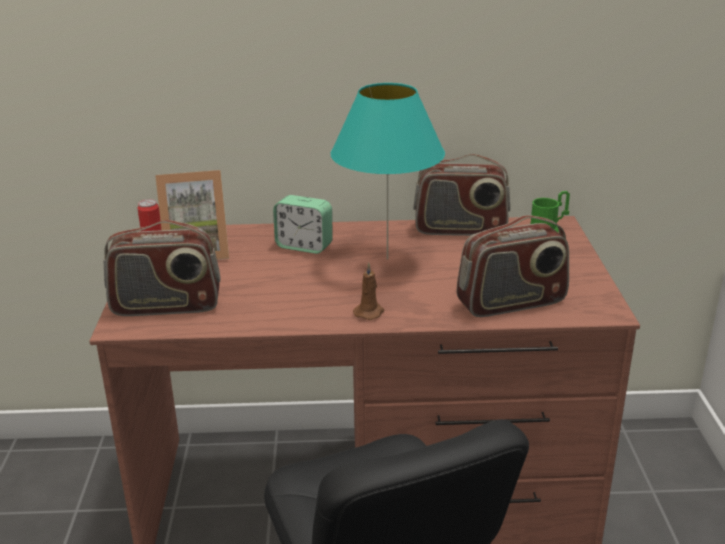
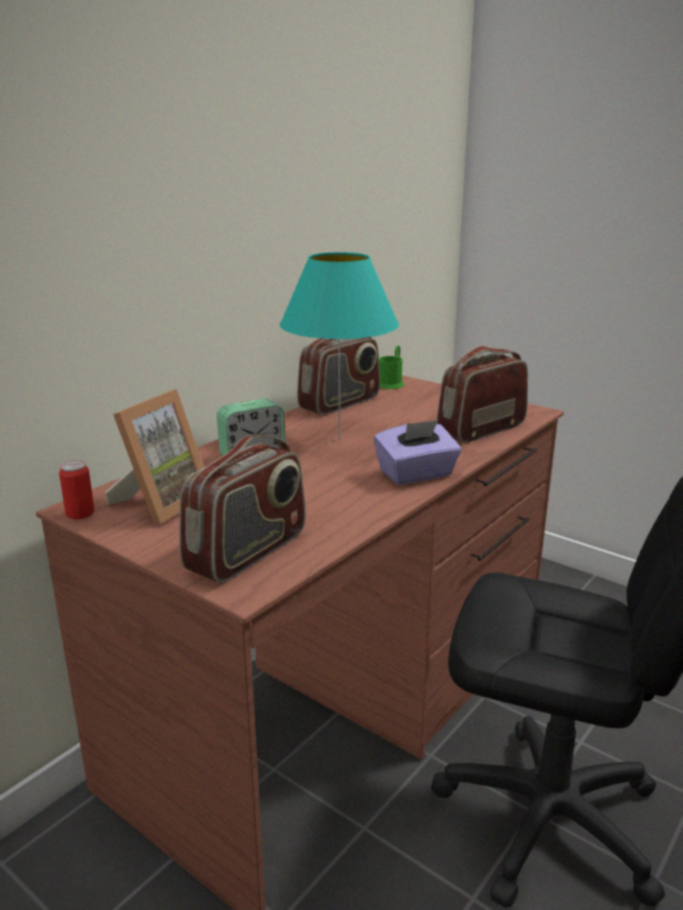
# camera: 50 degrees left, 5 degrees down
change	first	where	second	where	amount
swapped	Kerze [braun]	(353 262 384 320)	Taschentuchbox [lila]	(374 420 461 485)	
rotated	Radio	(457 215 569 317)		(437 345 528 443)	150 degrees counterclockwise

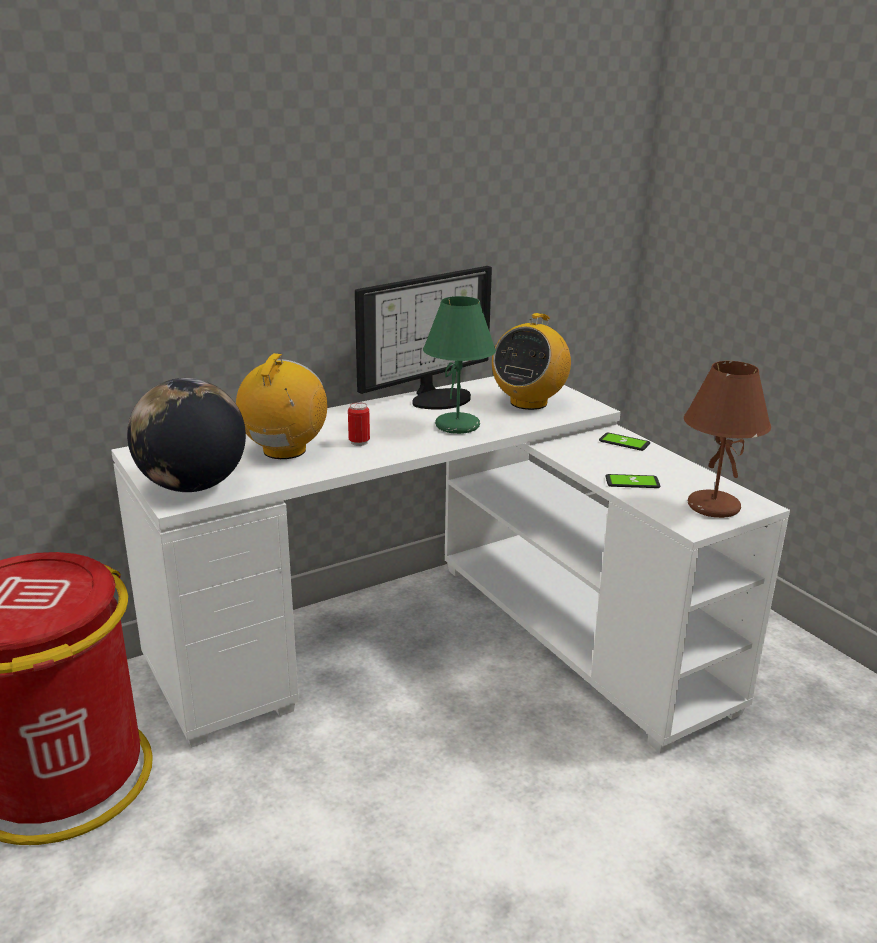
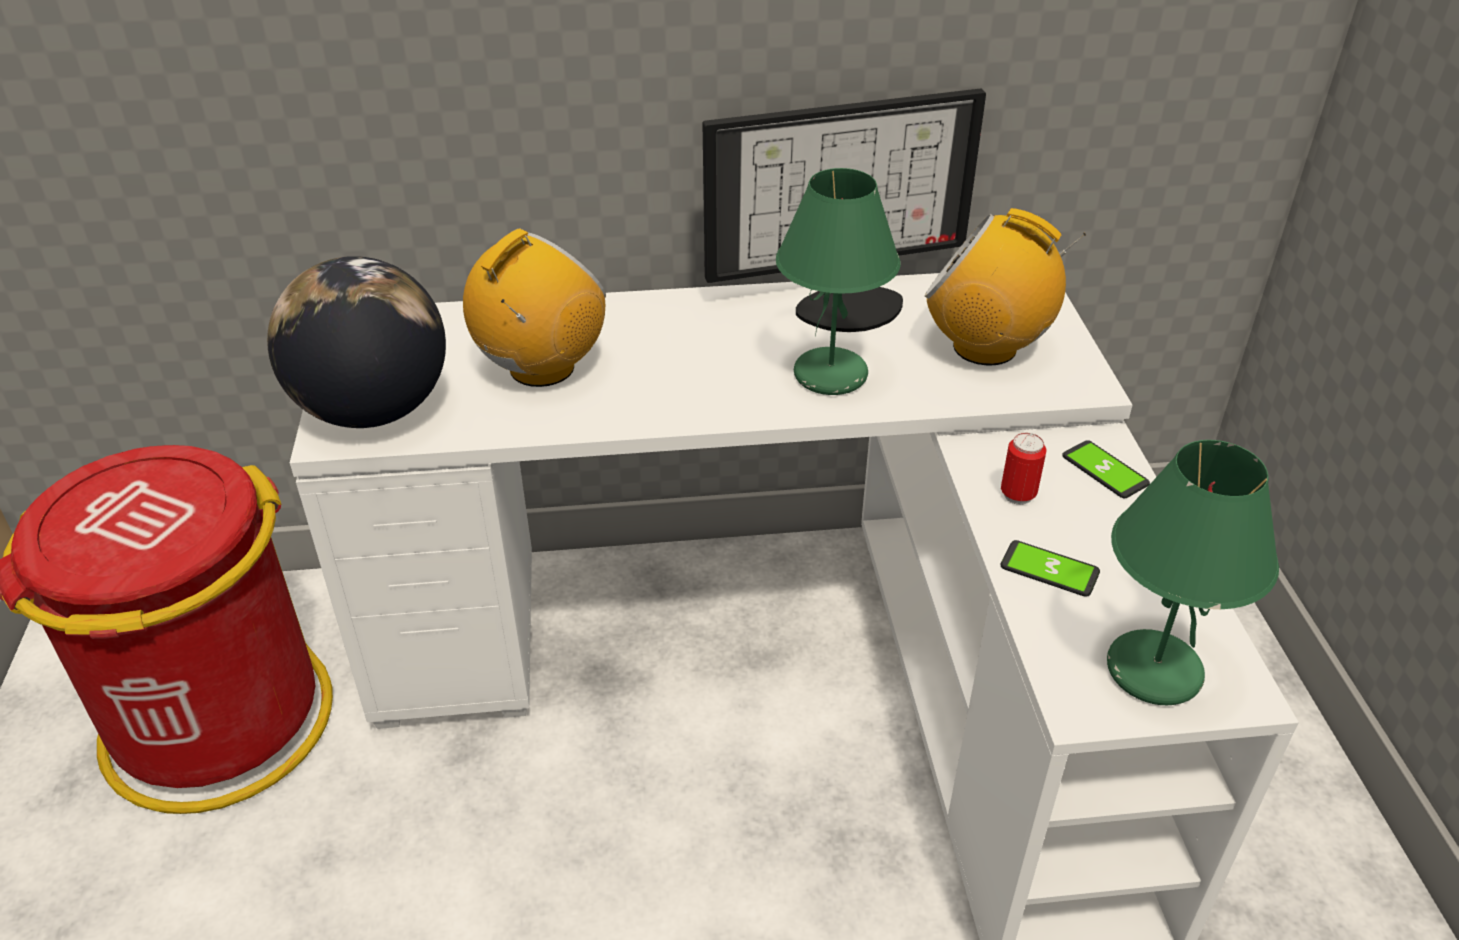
# camera: 25 degrees right, 15 degrees up
change	first	where	second	where	amount
rotated	Radio	(492 313 571 410)		(924 208 1086 366)	60 degrees clockwise
shifted	Dose	(348 402 370 446)		(1001 433 1046 505)	
repainted	Tischlampe [braun]	(684 361 771 518)	Tischlampe [grün]	(1107 440 1279 705)	

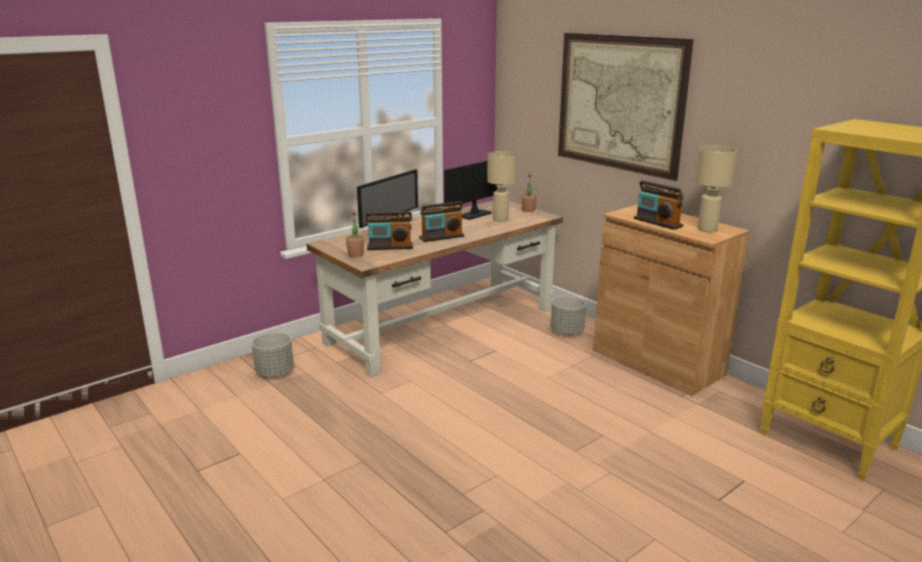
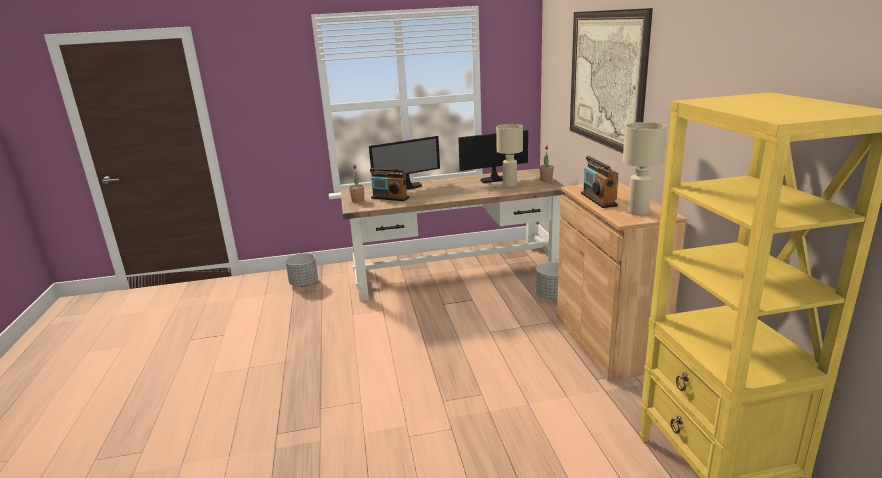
# camera: 30 degrees right, 0 degrees up
change	first	where	second	where	amount
gone	Radio	(419 201 465 242)			

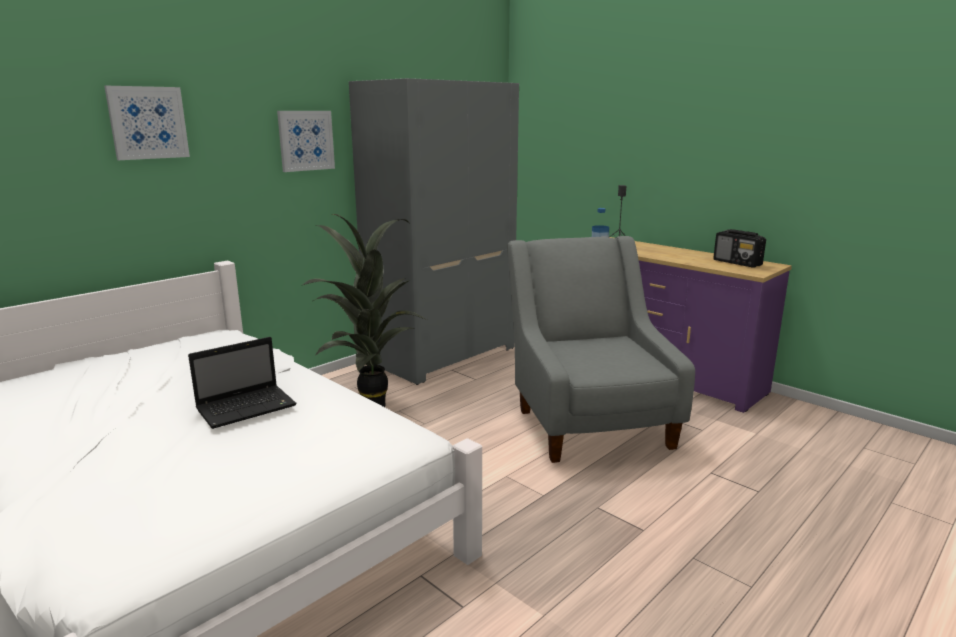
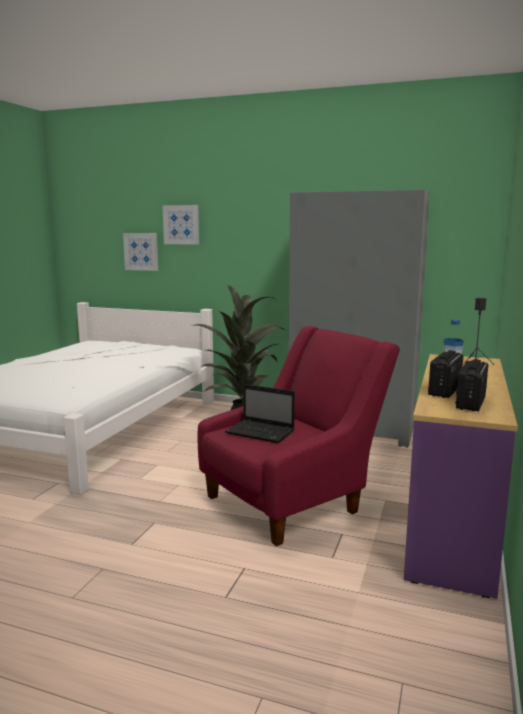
# camera: 65 degrees right, 5 degrees down
change	first	where	second	where	amount
shifted	Bild	(277 111 335 172)		(123 233 158 271)	
repainted	Sessel [grau]	(507 236 695 463)	Sessel [rot]	(198 326 400 546)	
shifted	Laptop	(188 337 297 429)		(225 384 295 443)	
new			Radio	(428 350 463 398)	

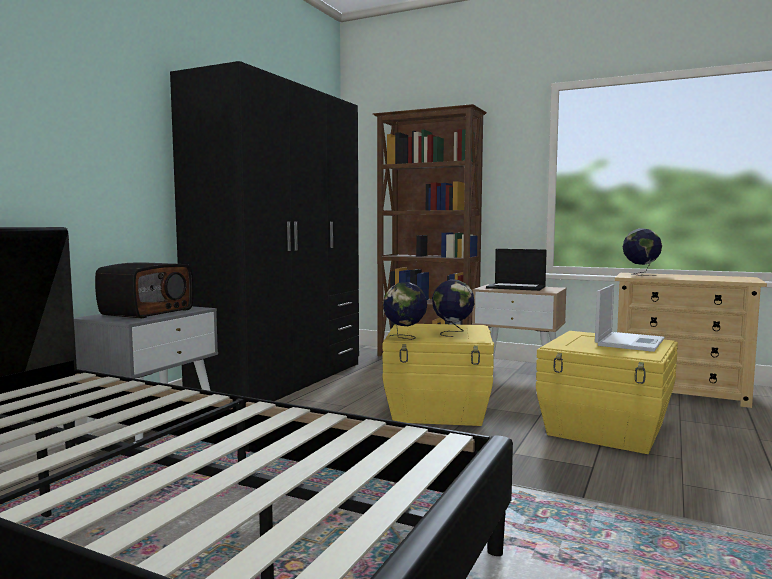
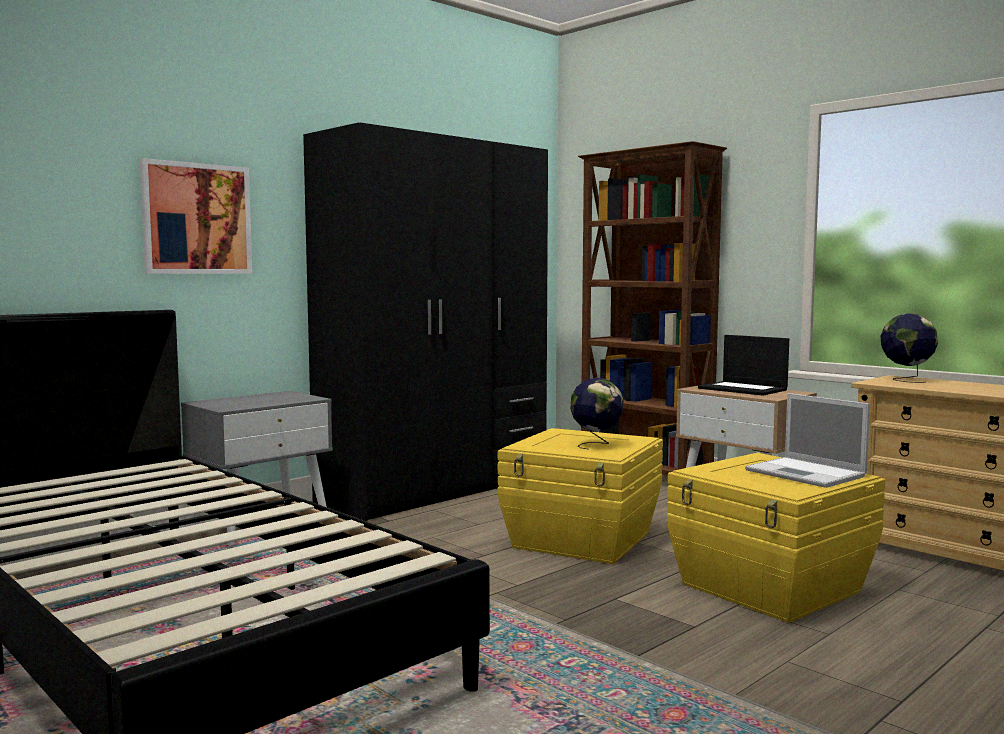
# camera: 20 degrees right, 0 degrees up
change	first	where	second	where	amount
new			Bild	(140 158 252 274)	
rotated	Laptop	(595 284 665 352)		(745 393 870 488)	90 degrees clockwise
gone	Radio	(95 262 194 318)			
gone	Globus	(383 282 427 340)			

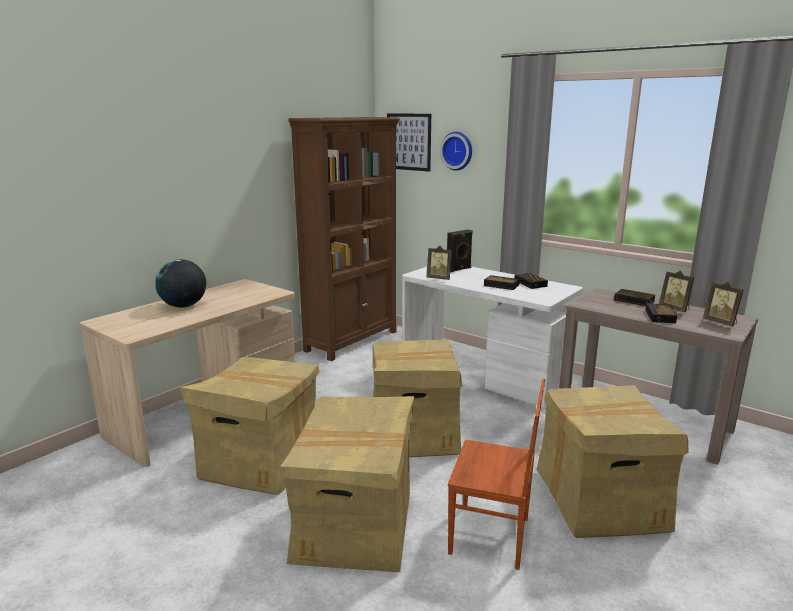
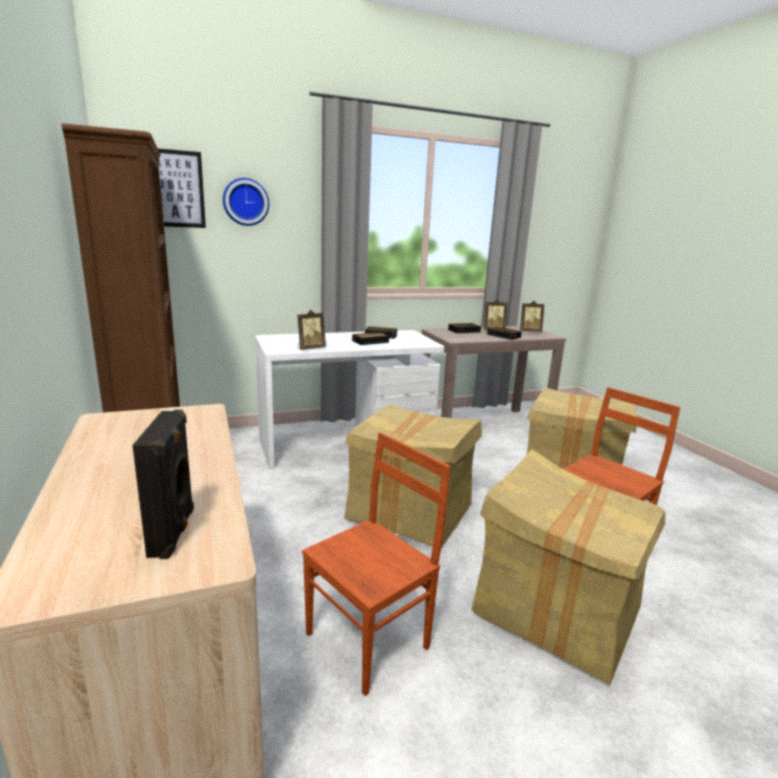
# camera: 60 degrees left, 0 degrees up
change	first	where	second	where	amount
shifted	Lautsprecher [schwarz]	(447 230 473 272)		(132 410 194 559)	
swapped	Karton	(180 357 320 495)	Stuhl [braun]	(302 432 450 696)	
gone	Globus	(155 259 206 308)			

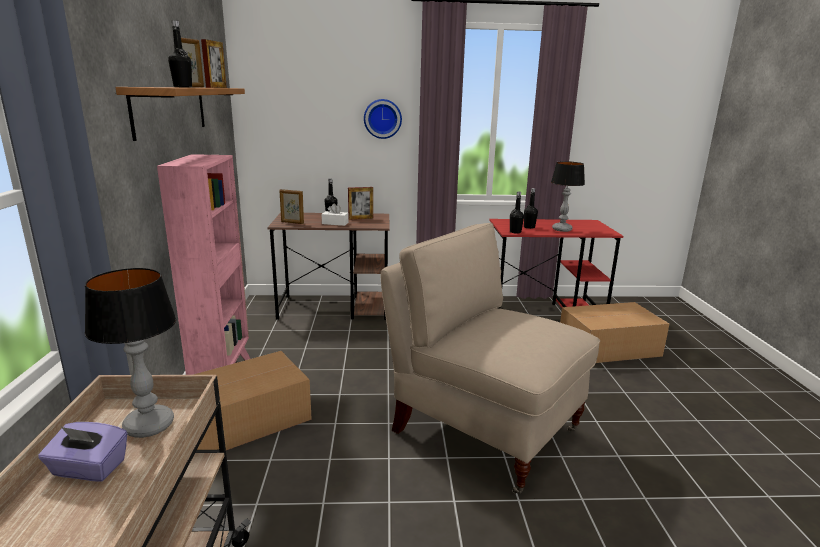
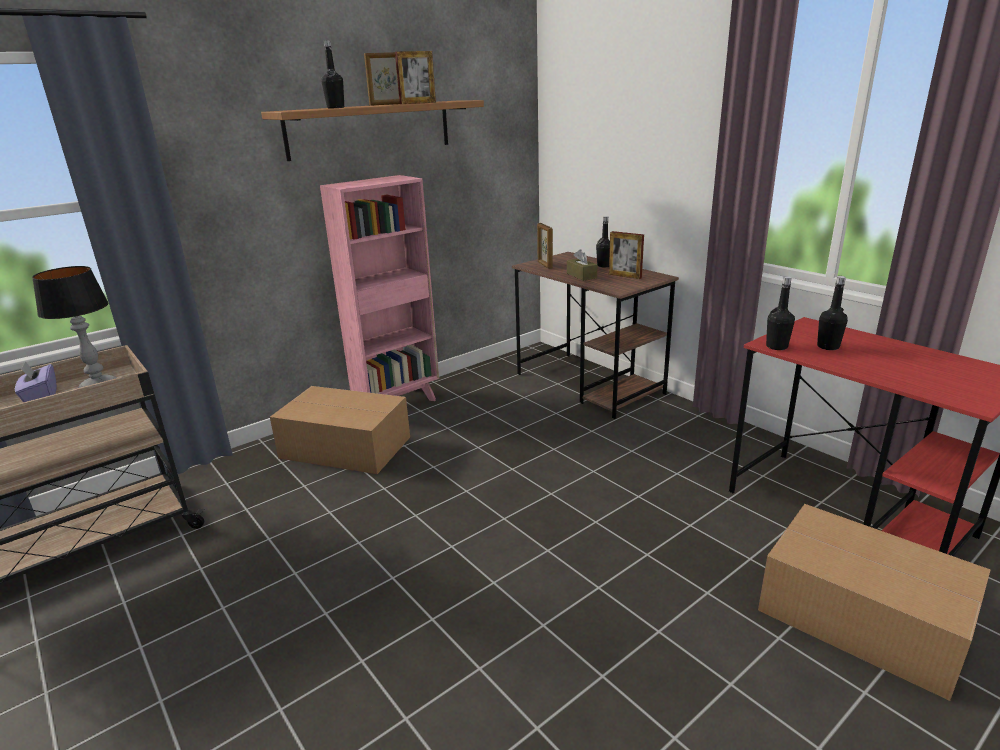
# camera: 55 degrees right, 5 degrees up
change	first	where	second	where	amount
repainted	Taschentuchbox [weiß]	(322 203 349 226)	Taschentuchbox [braun]	(567 249 597 281)	
gone	Wanduhr	(364 99 402 139)			
gone	Stuhl [beige]	(381 223 600 494)			
gone	Tischlampe	(551 161 585 232)			

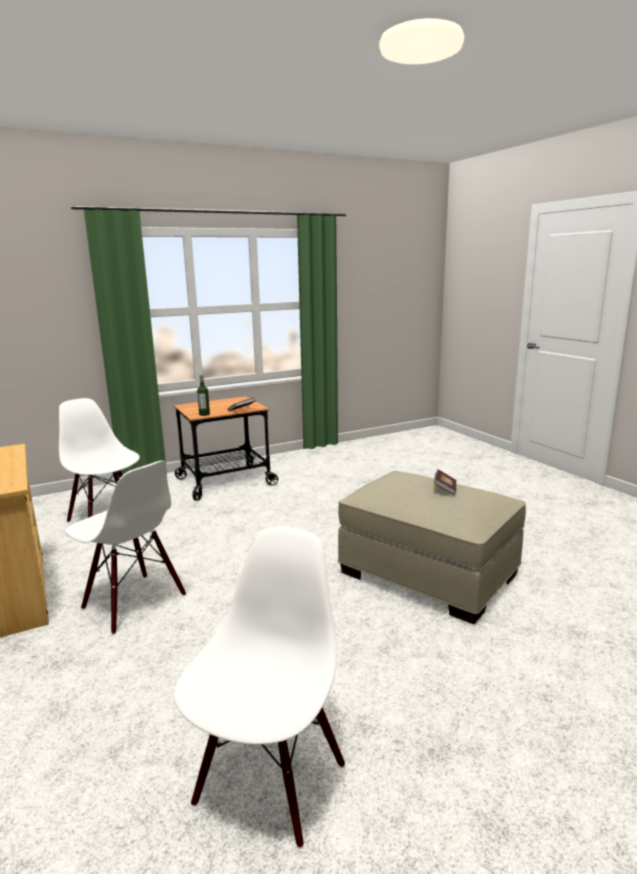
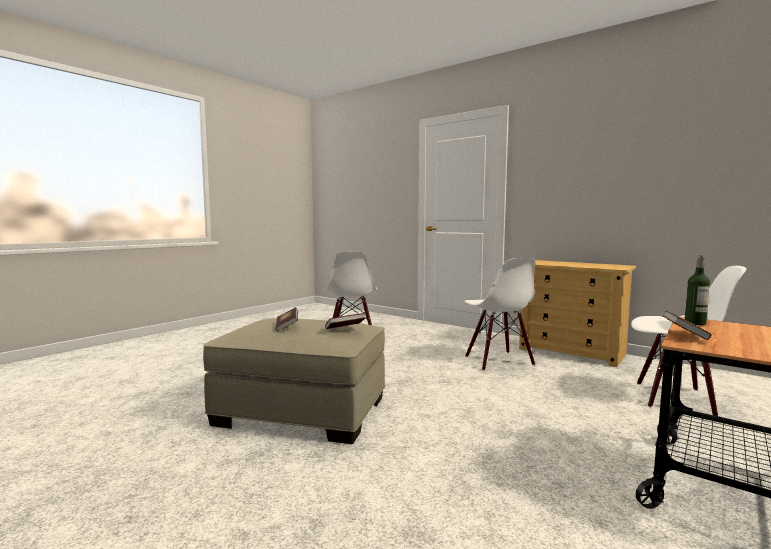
# camera: 155 degrees right, 10 degrees down
change	first	where	second	where	amount
new			Buch	(325 313 365 329)	
rotated	Stuhl [weiß]	(65 461 186 635)		(464 258 535 370)	120 degrees counterclockwise

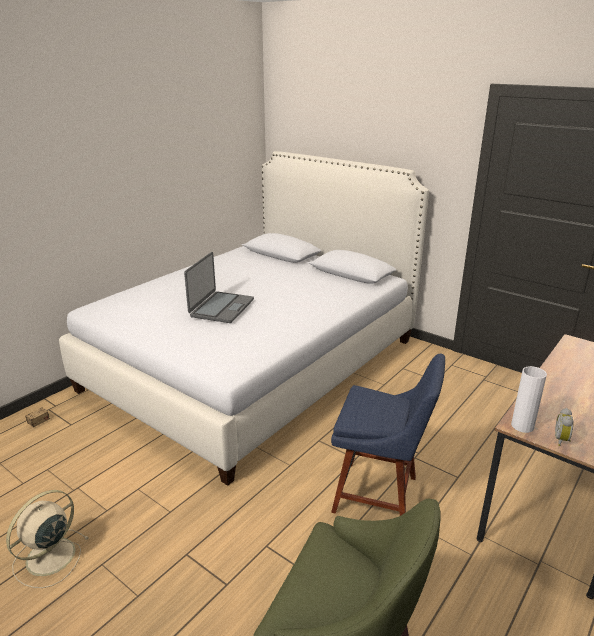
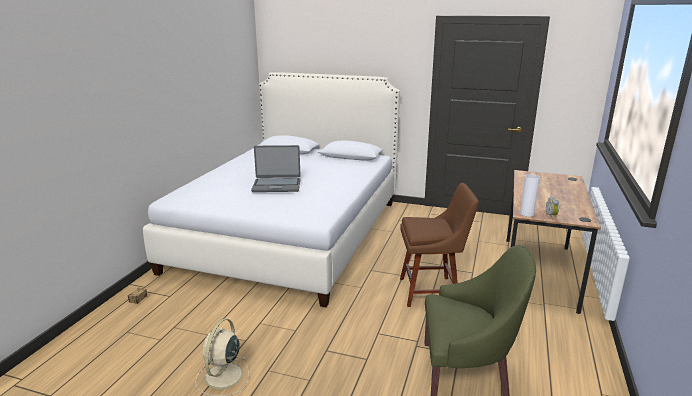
# camera: 20 degrees left, 5 degrees down
change	first	where	second	where	amount
rotated	Laptop	(184 252 254 323)		(251 145 301 192)	90 degrees clockwise
repainted	Stuhl [blau]	(331 354 445 516)	Stuhl [braun]	(400 183 479 307)	

